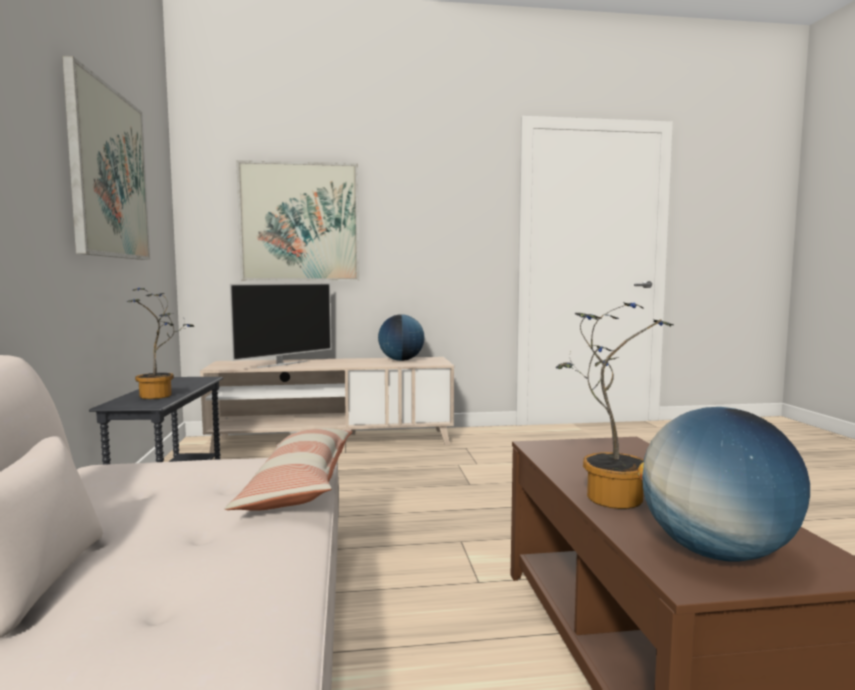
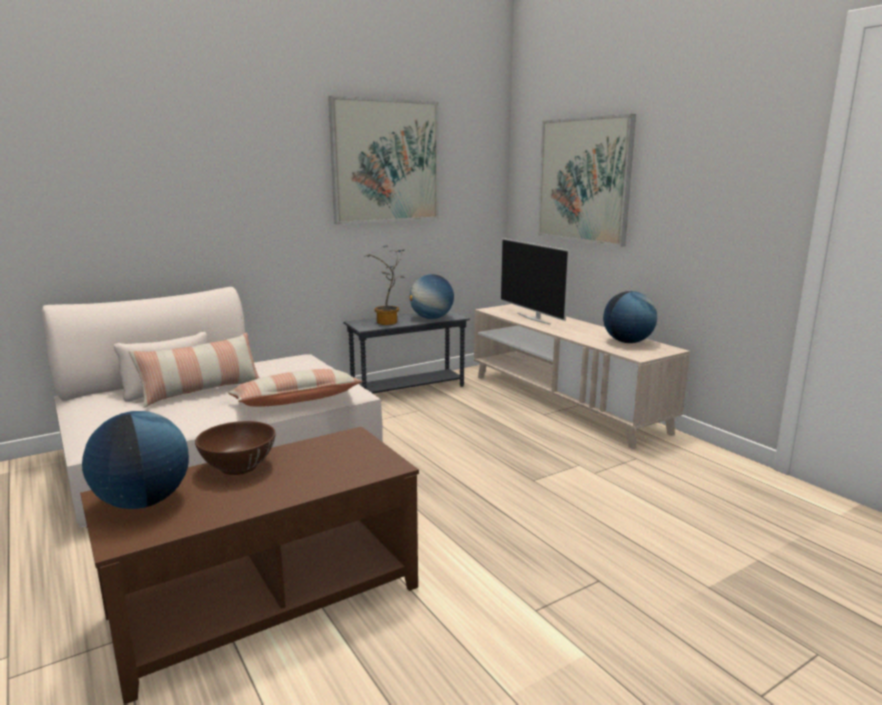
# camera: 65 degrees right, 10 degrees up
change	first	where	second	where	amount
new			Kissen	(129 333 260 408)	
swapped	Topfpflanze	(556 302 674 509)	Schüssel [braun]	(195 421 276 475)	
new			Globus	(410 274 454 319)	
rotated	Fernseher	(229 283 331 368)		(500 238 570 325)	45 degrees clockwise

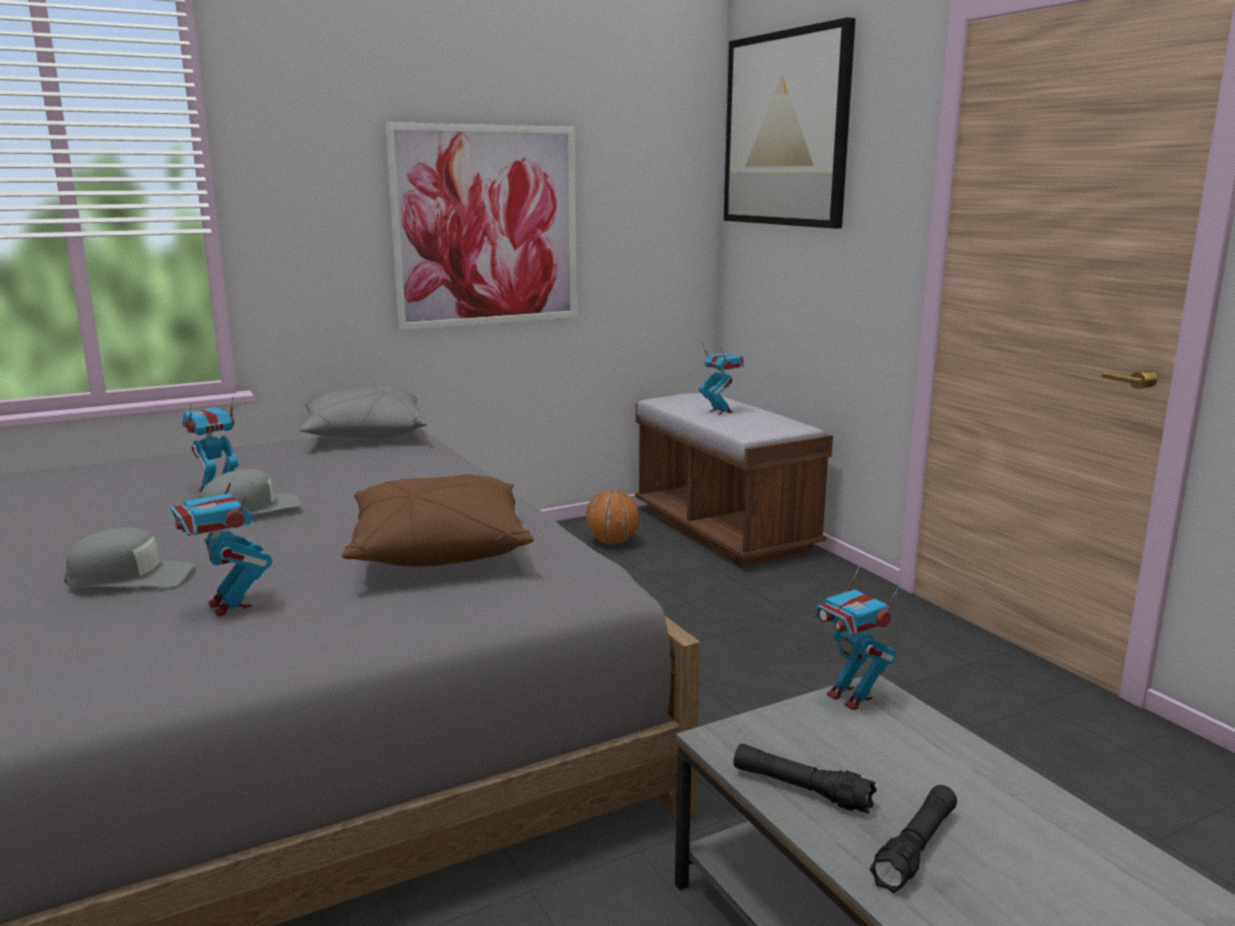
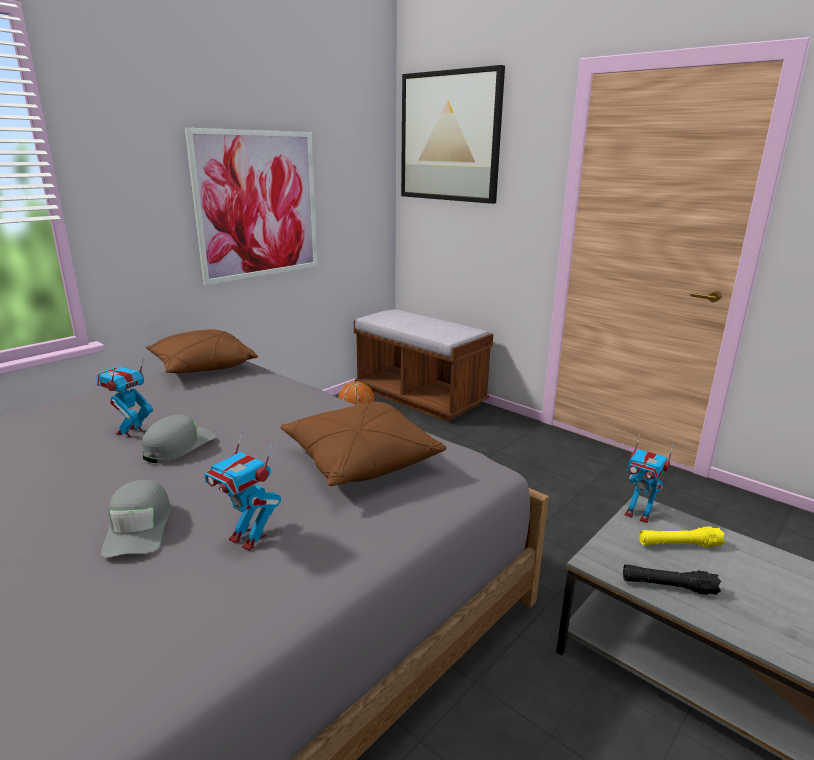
# camera: 20 degrees left, 5 degrees up
change	first	where	second	where	amount
rotated	Kappe [grau]	(64 528 195 589)		(101 480 170 557)	105 degrees clockwise
repainted	Kissen [grau]	(299 386 427 439)	Kissen [braun]	(146 329 258 373)	
new			Taschenlampe [gelb]	(639 527 725 547)	
gone	Spielzeugroboter	(699 344 744 414)			
gone	Taschenlampe [schwarz]	(870 785 957 893)			

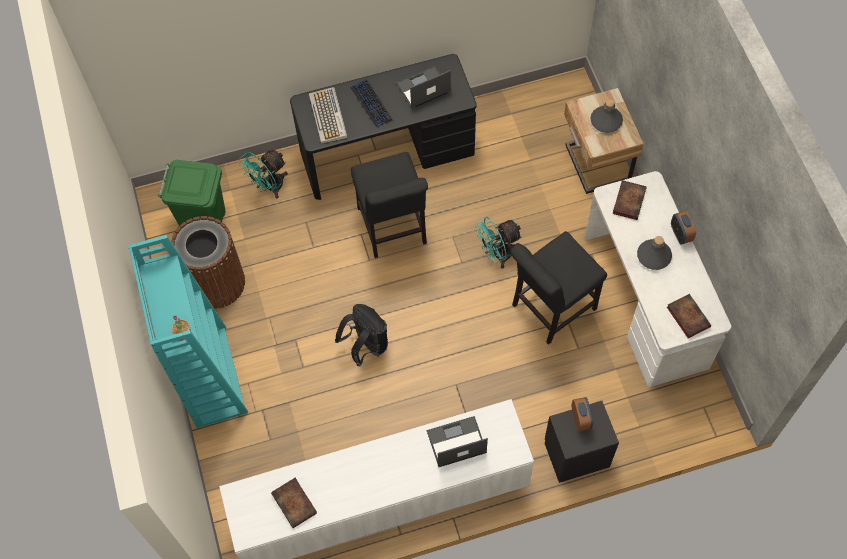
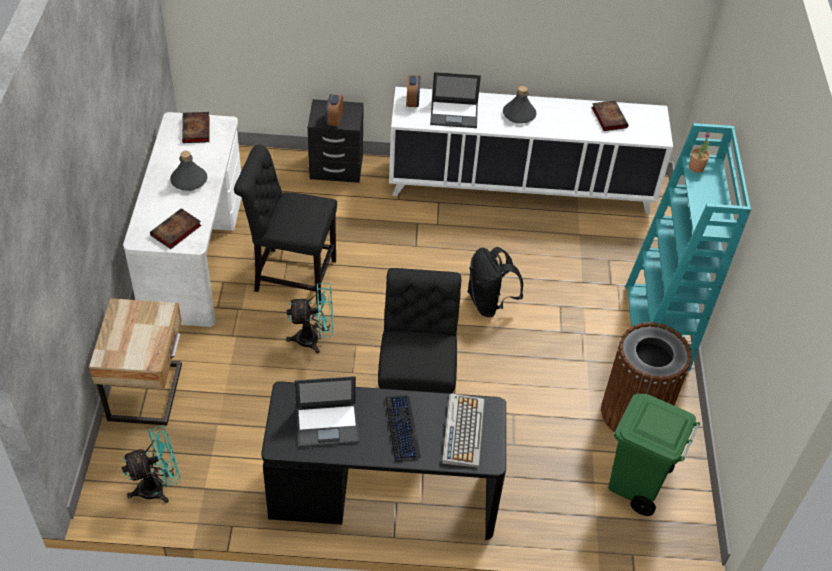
# camera: 165 degrees left, 15 degrees down
change	first	where	second	where	amount
shifted	Ventilator [türkis]	(239 149 288 198)		(122 426 180 503)	
rotated	Stuhl [schwarz]	(510 231 607 345)		(234 145 337 305)	150 degrees counterclockwise
shifted	Wecker	(671 211 696 245)		(406 75 420 107)	
shifted	Flasche [grau]	(590 99 623 133)		(503 86 537 124)	

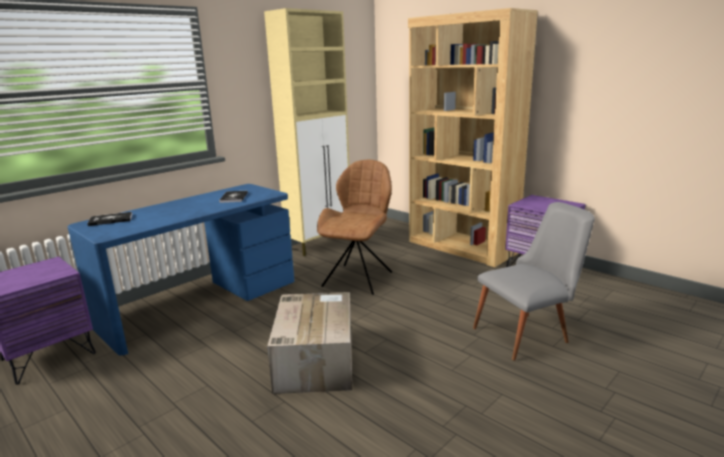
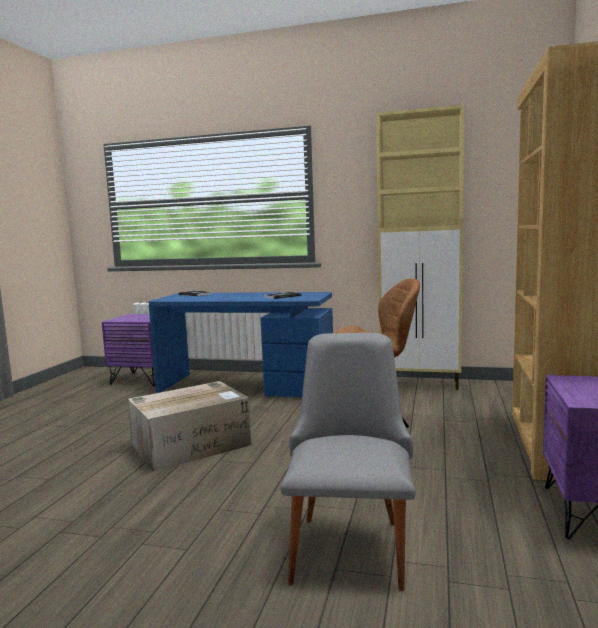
# camera: 60 degrees right, 10 degrees down
change	first	where	second	where	amount
rotated	Stuhl [grau]	(473 202 595 361)		(281 333 416 591)	120 degrees counterclockwise

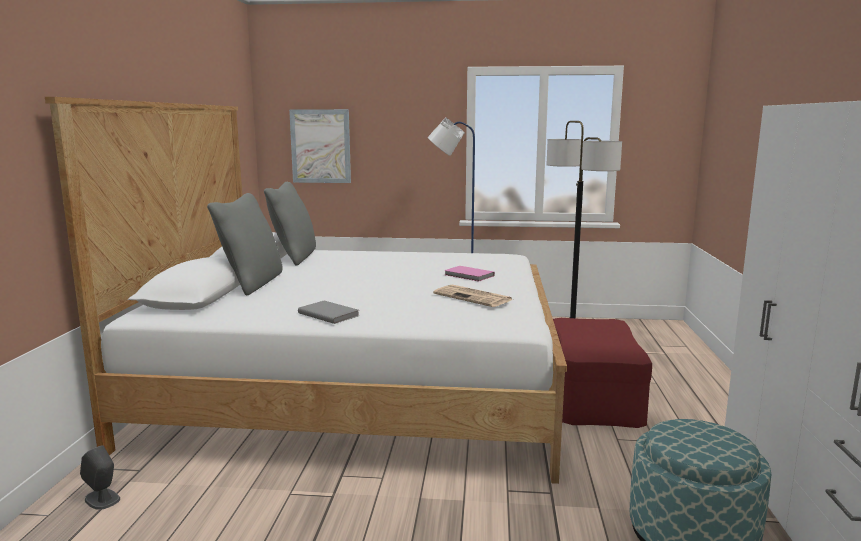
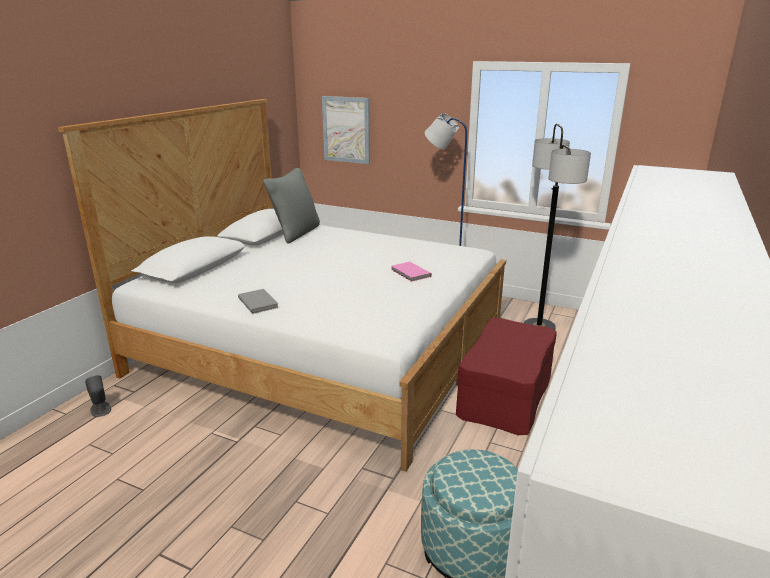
# camera: 20 degrees right, 10 degrees up
change	first	where	second	where	amount
gone	Kissen [grau]	(207 193 283 295)			
gone	Zeitung	(433 285 513 307)			

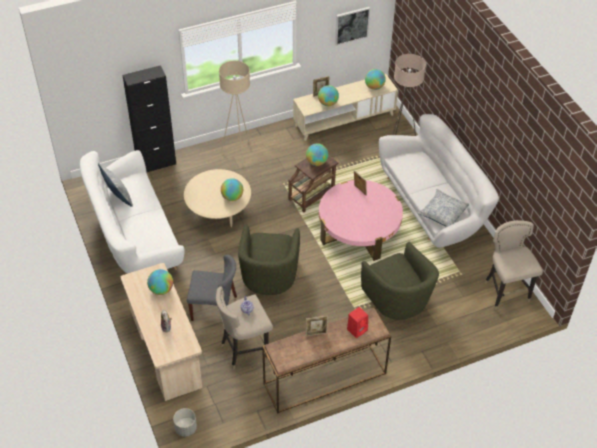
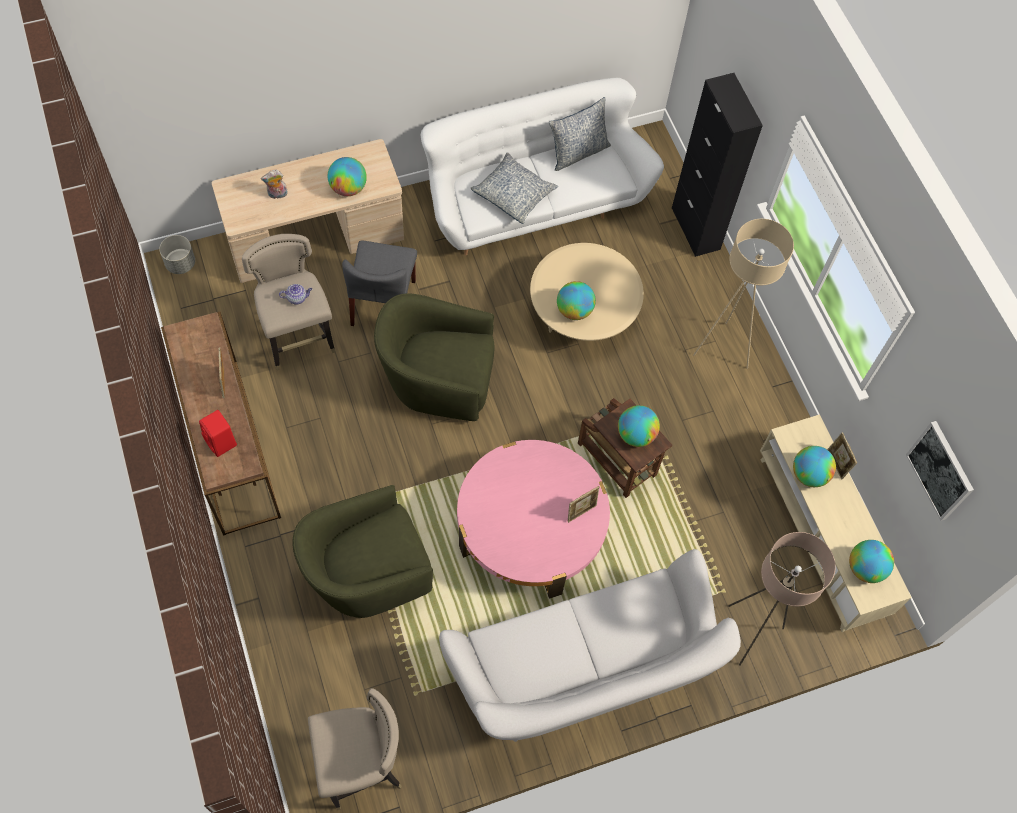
# camera: 90 degrees right, 15 degrees up
change	first	where	second	where	amount
shifted	Kissen	(417 189 469 227)		(471 152 558 224)	

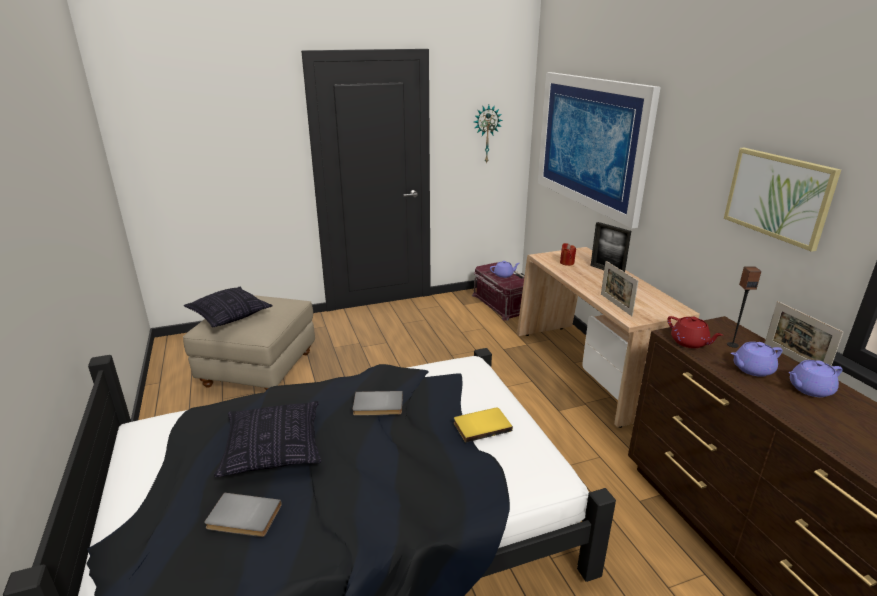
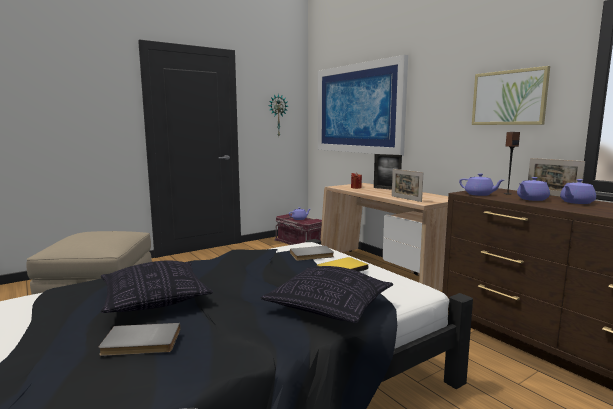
# camera: 15 degrees left, 15 degrees down
change	first	where	second	where	amount
shifted	Kissen	(184 287 273 327)		(261 266 393 323)	
shifted	Buch [grau]	(353 391 403 416)		(290 246 334 261)	
repainted	Teekanne [rot]	(667 316 723 348)	Teekanne [lila]	(459 174 504 196)	

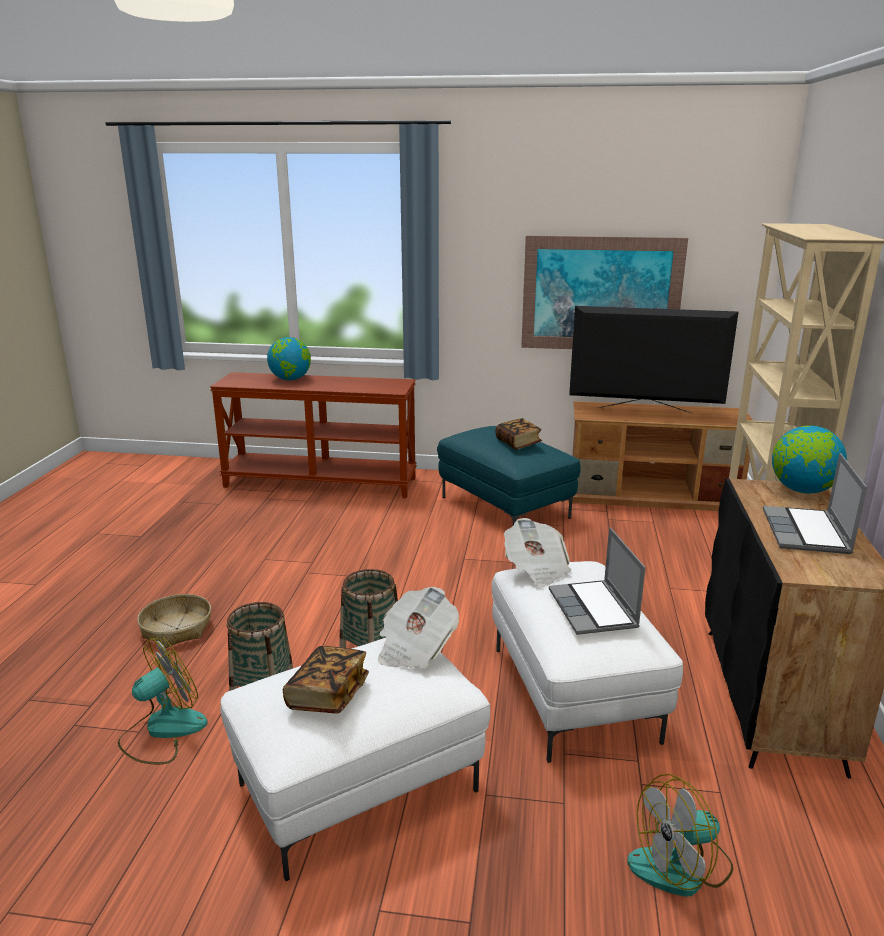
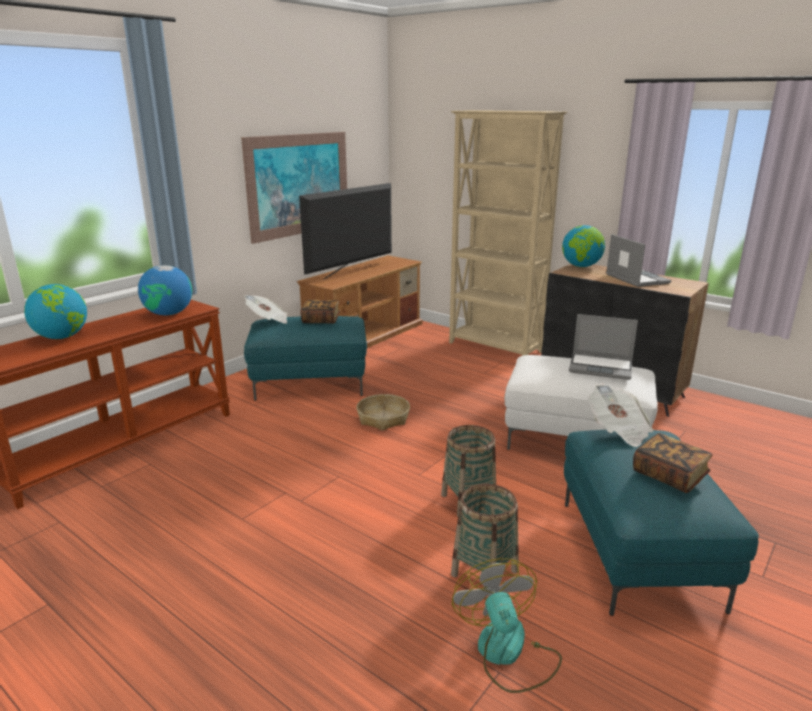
# camera: 60 degrees left, 0 degrees up
change	first	where	second	where	amount
new			Globus	(138 265 192 315)	
shifted	Zeitung	(504 518 571 587)		(244 295 288 323)	
shifted	Korb	(137 594 211 648)		(357 394 410 431)	
repainted	Polsterhocker [weiß]	(220 638 490 881)	Polsterhocker [türkis]	(564 430 759 616)	
rotated	Laptop	(763 453 867 554)		(606 234 672 287)	150 degrees counterclockwise
gone	Ventilator	(627 774 733 897)			

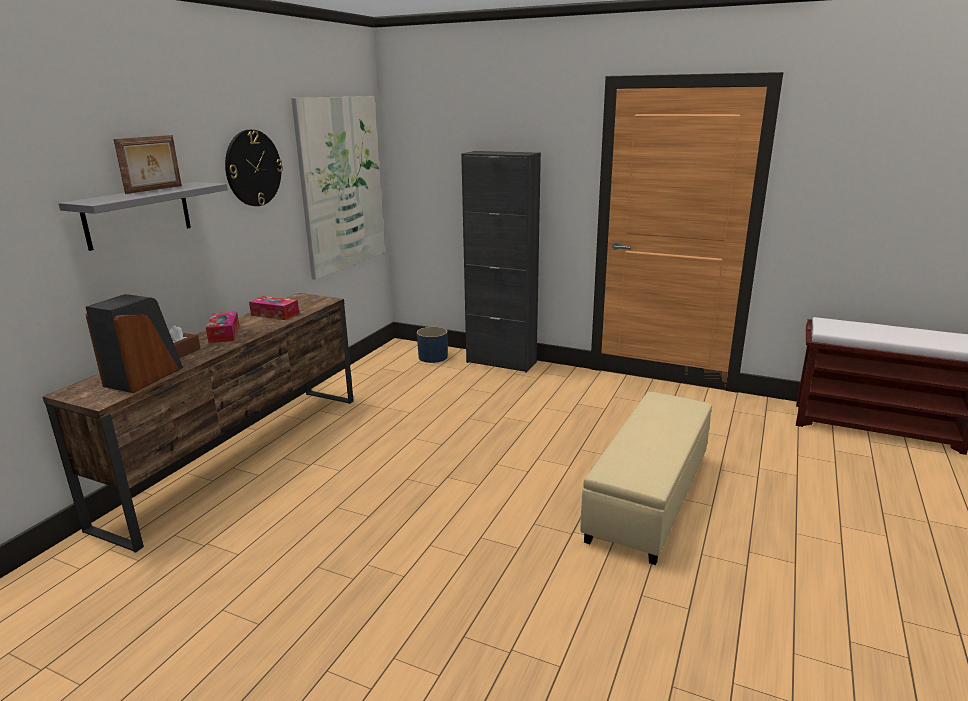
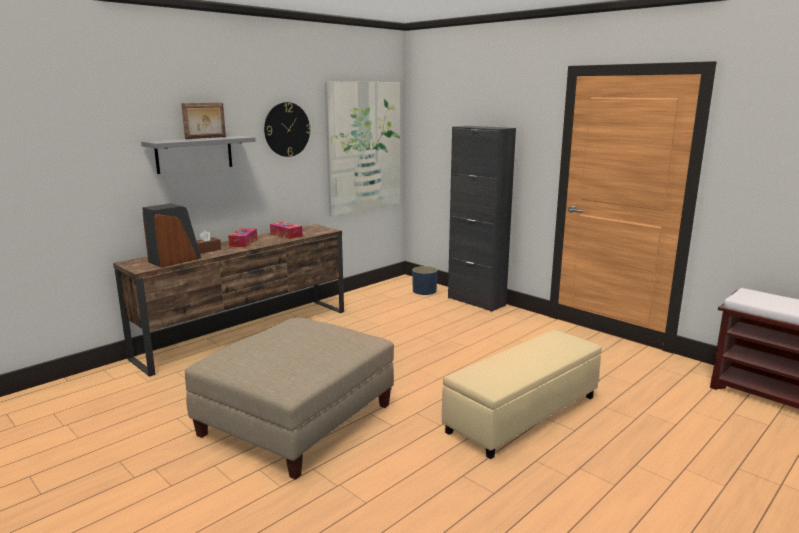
# camera: 20 degrees right, 5 degrees down
change	first	where	second	where	amount
new			Polsterhocker [beige]	(185 317 394 480)	

